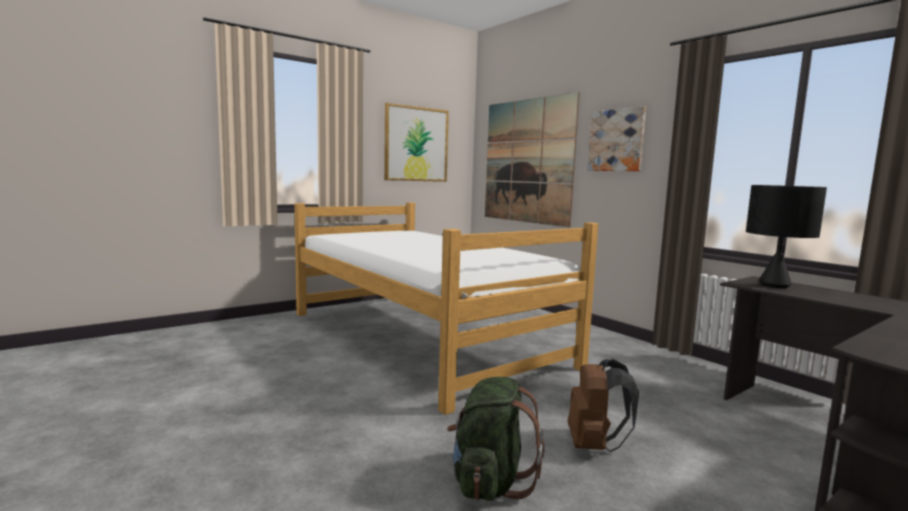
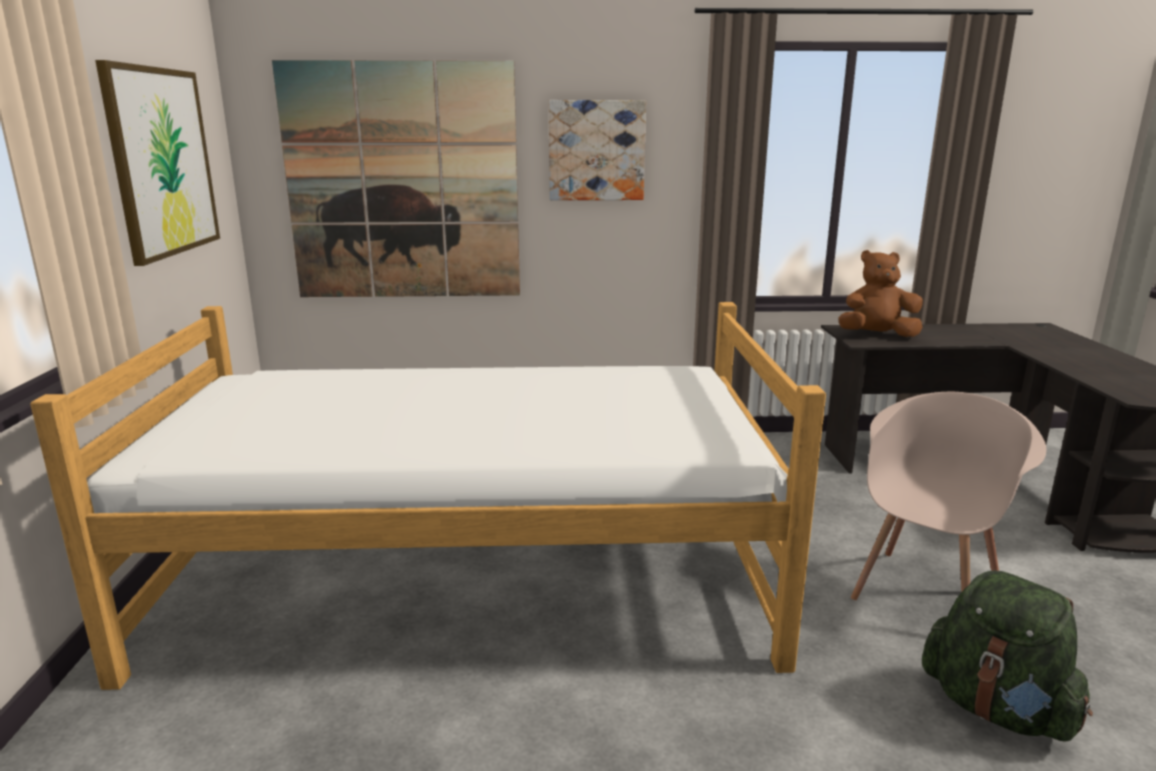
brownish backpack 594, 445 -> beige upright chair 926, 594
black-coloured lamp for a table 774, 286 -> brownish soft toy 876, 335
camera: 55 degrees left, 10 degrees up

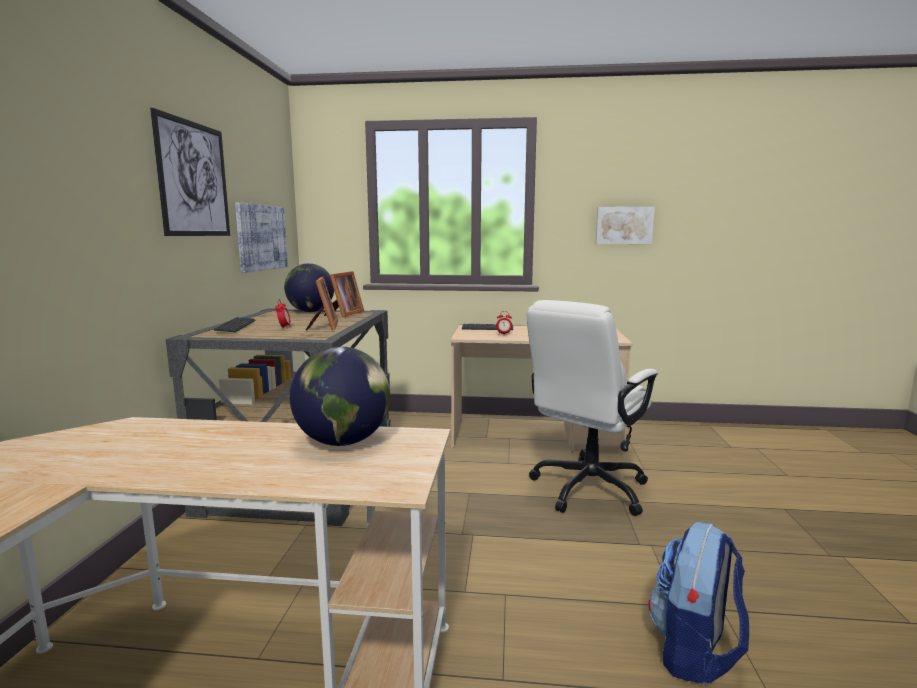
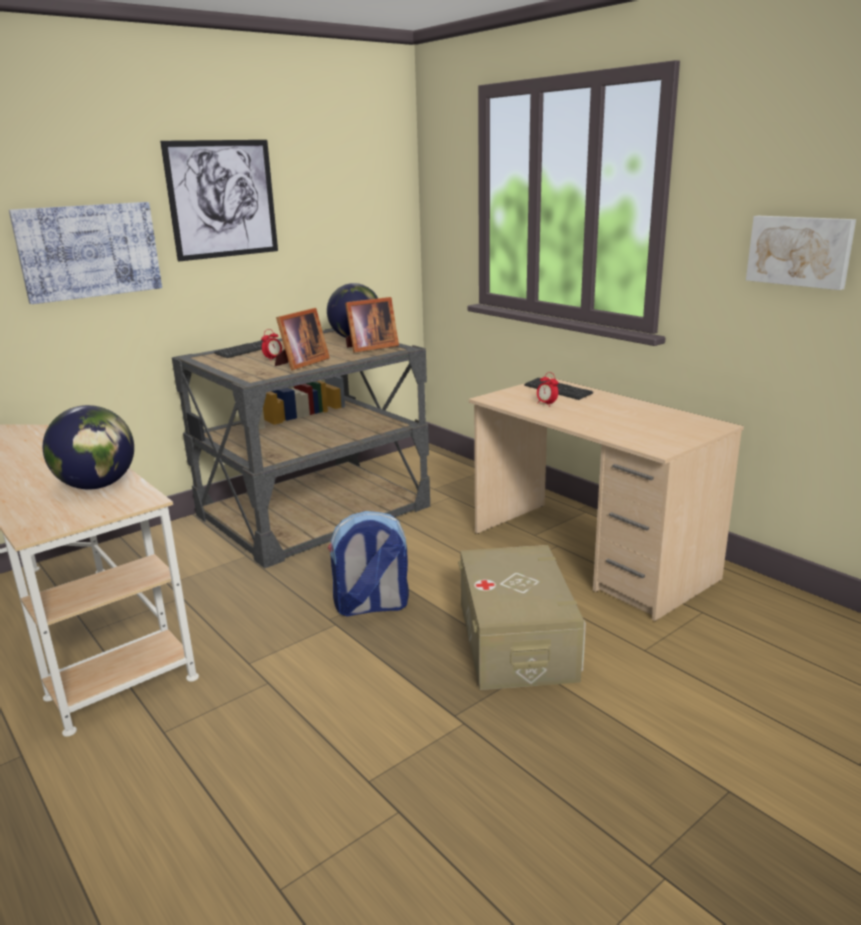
wall art 261, 237 -> wall art 89, 251, relocated
backpack 694, 652 -> backpack 371, 606, relocated
white office chair 586, 491 -> beige storage bin 515, 640
camera: 45 degrees right, 10 degrees up

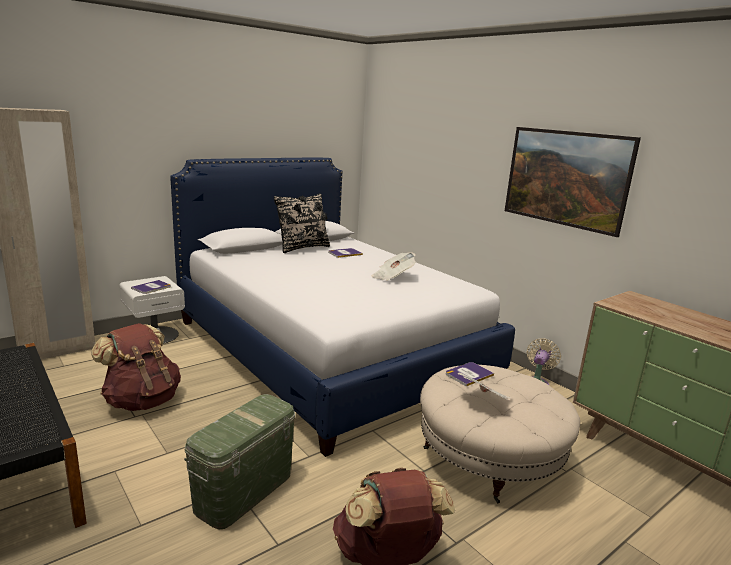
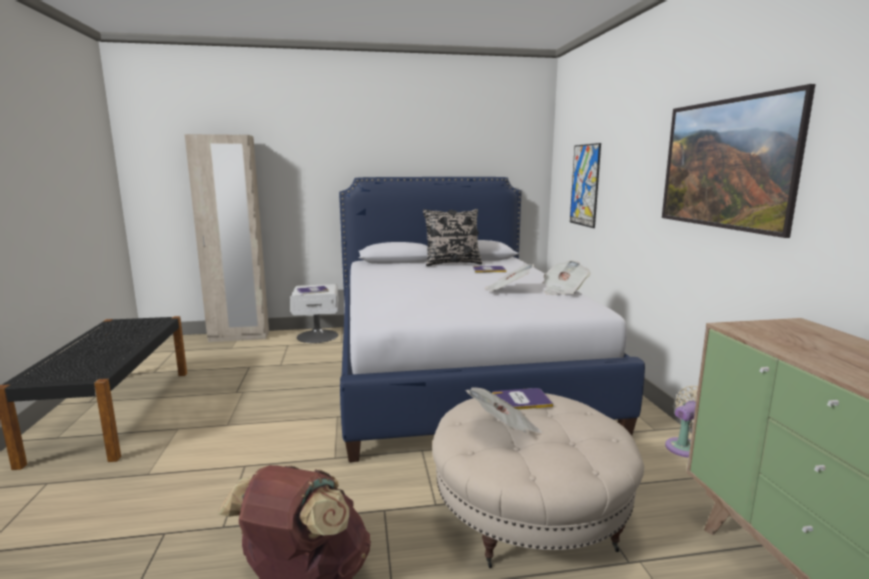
brownish backpack 142, 400 -> none
greenish storage bin 244, 491 -> none
none -> daily paper 563, 291
none -> wall art 585, 185
camera: 30 degrees right, 5 degrees down

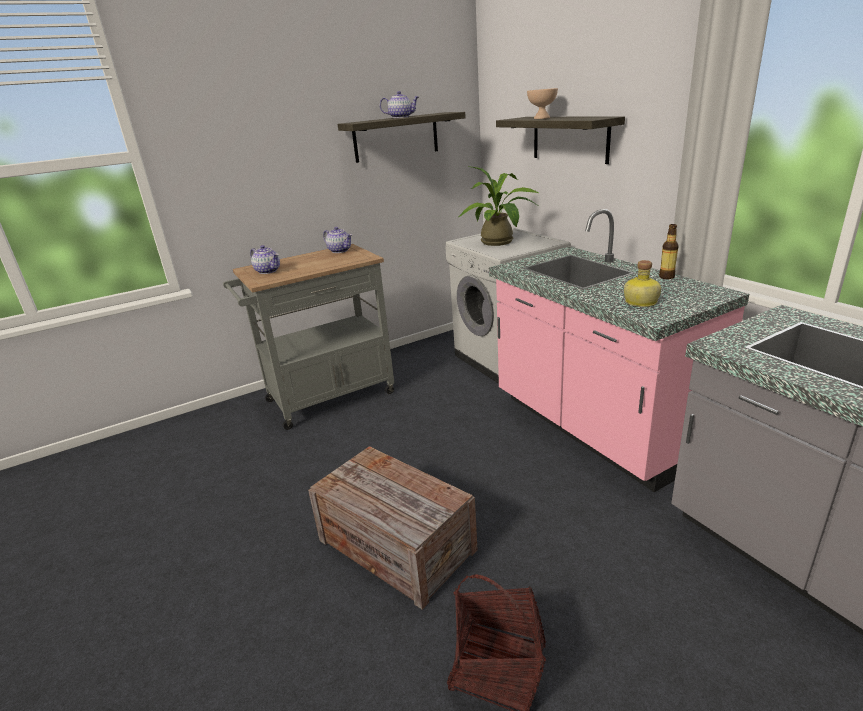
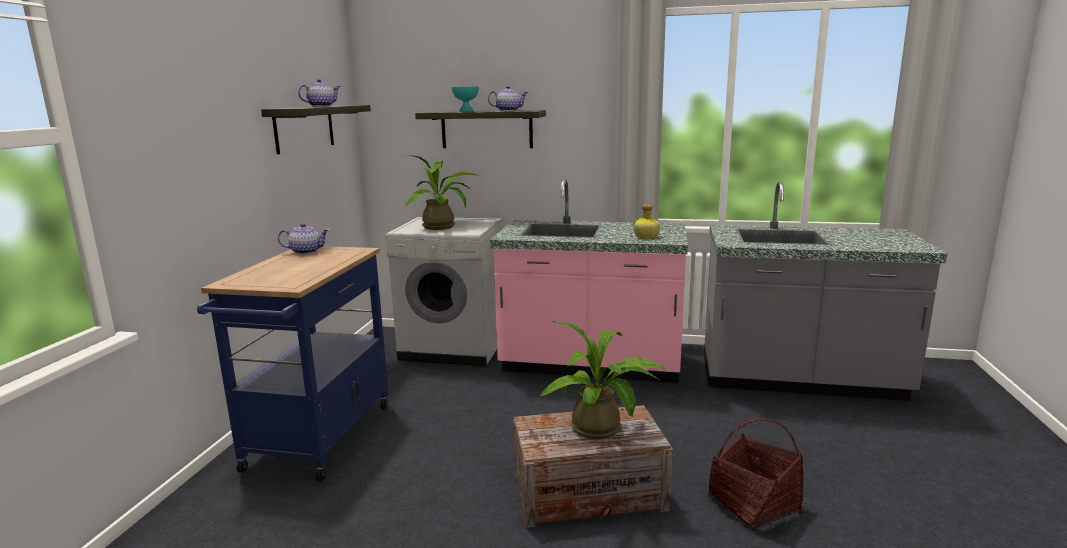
beverage bottle 666, 277 -> none
none -> potted plant 601, 430
teapot 268, 271 -> teapot 508, 110, relocated
greyish wheeled cart 326, 398 -> blue wheeled cart 317, 439
beige serving bowl 541, 118 -> blue-green serving bowl 465, 111
camera: 50 degrees left, 10 degrees down

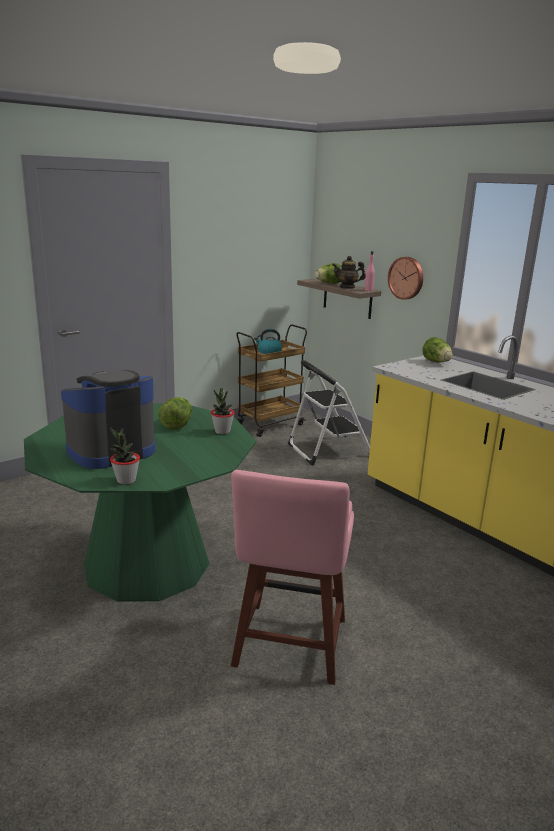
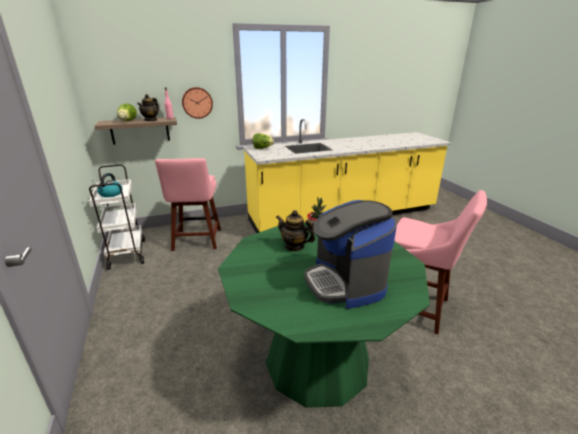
potted plant 126, 480 -> none
head of lettuce 177, 425 -> teapot 294, 246
step stool 327, 450 -> pink stool seat 196, 241
brownish wheeled cart 270, 425 -> white wheeled cart 127, 254
camera: 70 degrees left, 5 degrees up

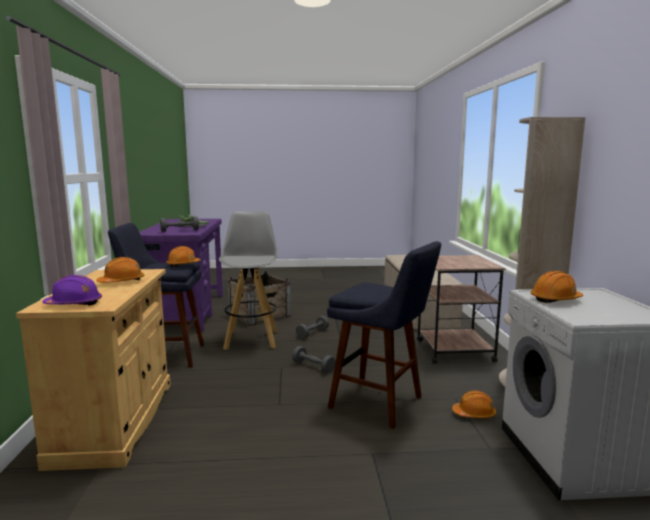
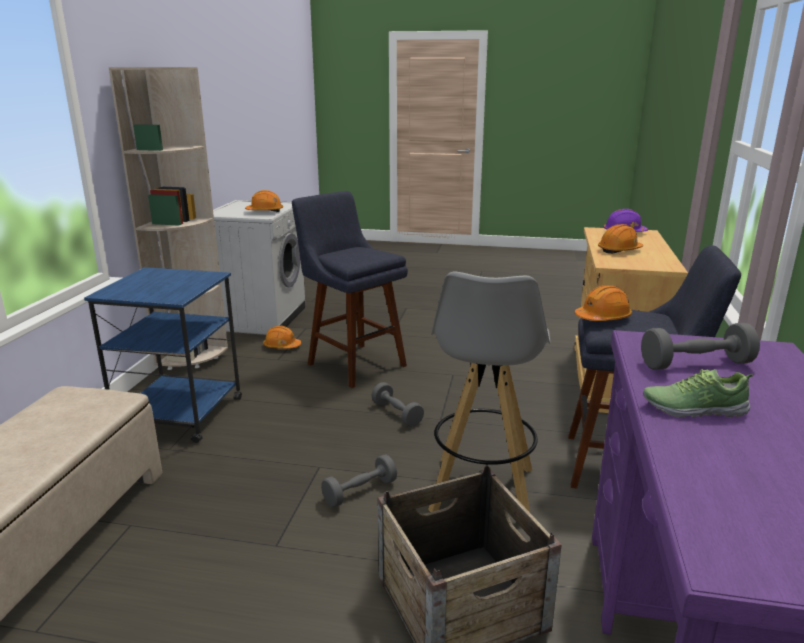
brownish wheeled cart 454, 351 -> blue wheeled cart 181, 413
camera: 165 degrees left, 10 degrees up

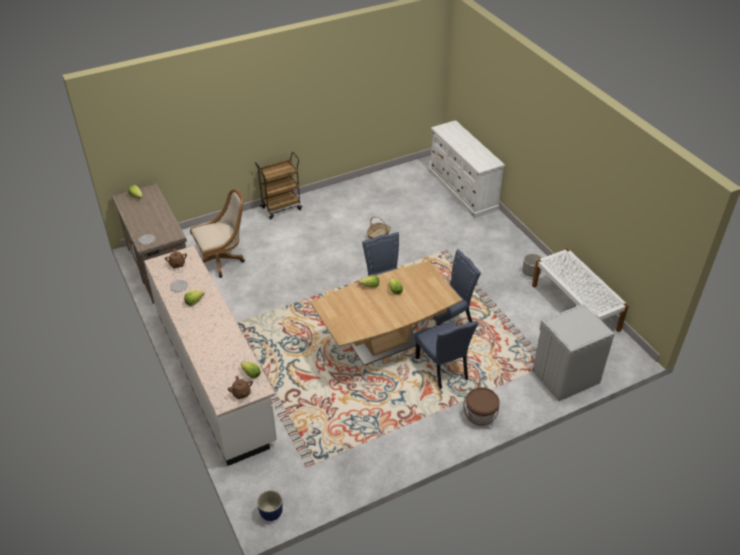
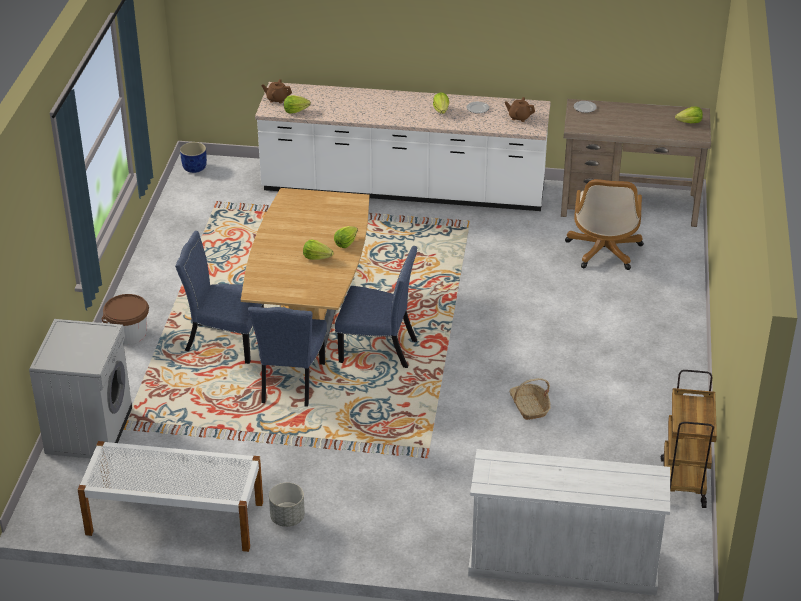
brownish wheeled cart 281, 208 -> brownish wheeled cart 682, 483, relocated
camera: 125 degrees right, 5 degrees down

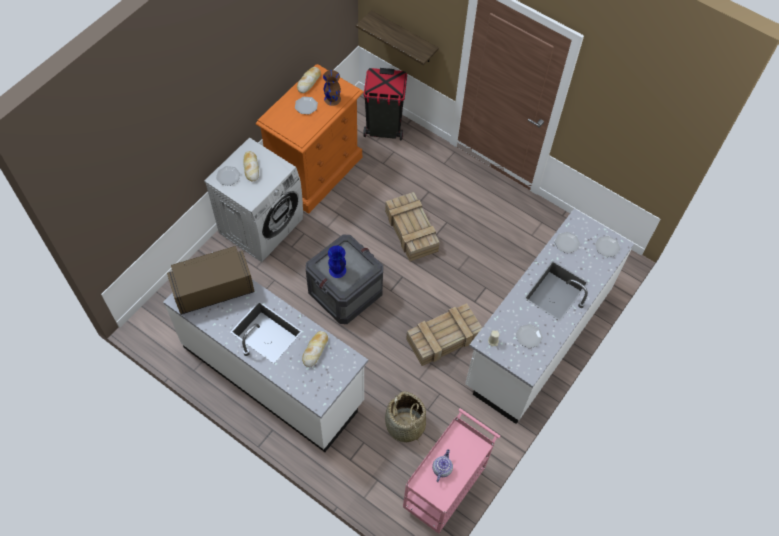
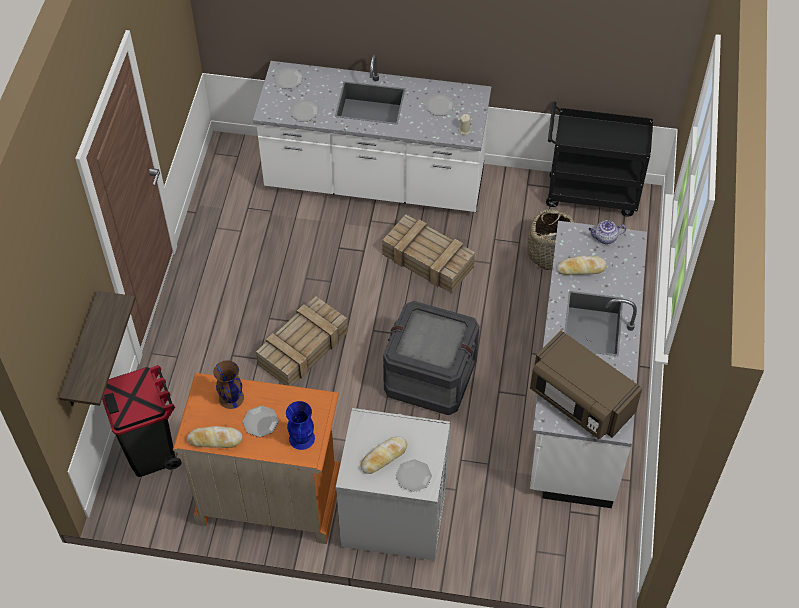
blue decorative vase 337, 270 -> blue decorative vase 302, 438, relocated
teapot 441, 468 -> teapot 605, 238, relocated
pink wheeled cart 445, 488 -> black-coloured wheeled cart 588, 197
camera: 115 degrees left, 5 degrees down

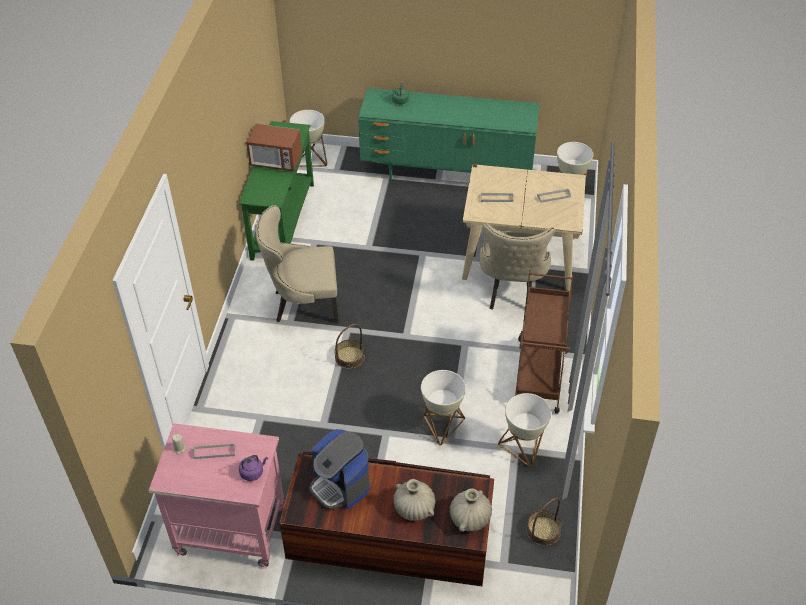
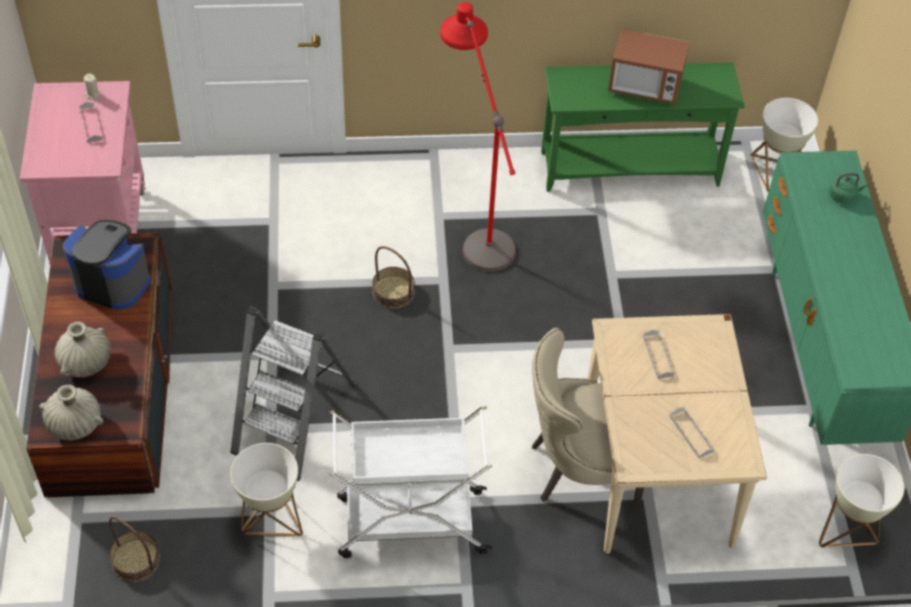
purplish tea kettle 253, 472 -> none
beige upright chair 303, 304 -> red-coloured standing lamp 476, 223
plant pot 442, 425 -> greyish step stool 296, 416
brownish wheeled cart 538, 376 -> white wheeled cart 410, 524
microwave 276, 161 -> microwave 644, 86, 75 degrees counterclockwise
coffee maker 340, 485 -> coffee maker 113, 282, 75 degrees clockwise
camera: 75 degrees right, 5 degrees up

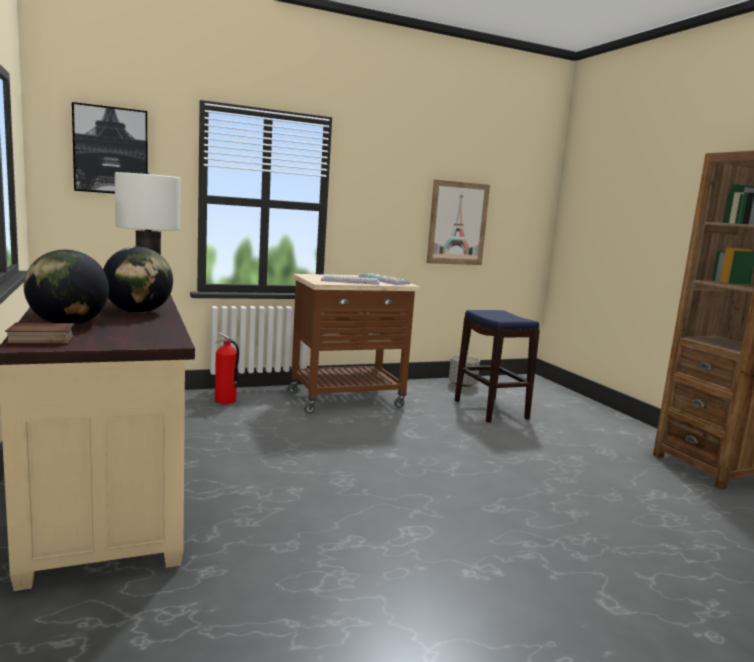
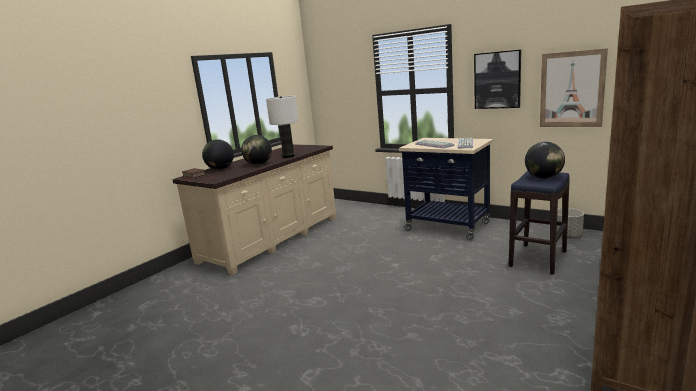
fire-fighting cylinder 225, 401 -> none
none -> globe 543, 178
wall art 111, 150 -> wall art 497, 80, relocated
brownish wheeled cart 346, 399 -> blue wheeled cart 448, 227
camera: 60 degrees right, 5 degrees up

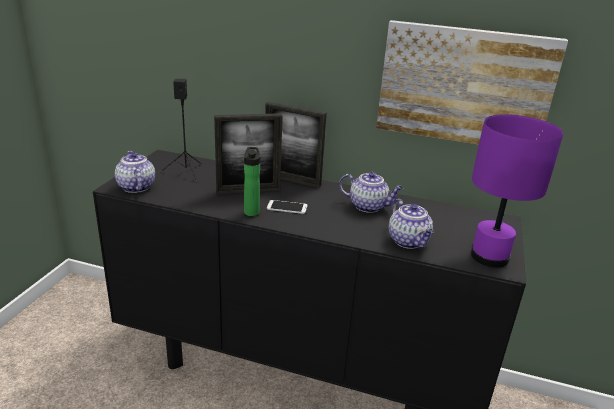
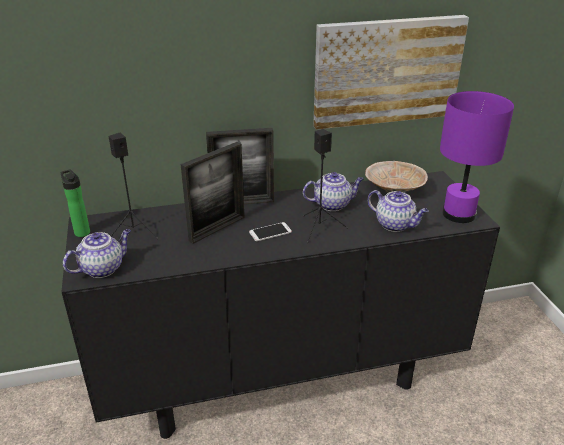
none -> black-coloured speaker 320, 228
none -> beige serving bowl 393, 189
beverage bottle 251, 211 -> beverage bottle 81, 231, relocated
teapot 135, 187 -> teapot 103, 268, 105 degrees clockwise
camera: 30 degrees left, 5 degrees up

